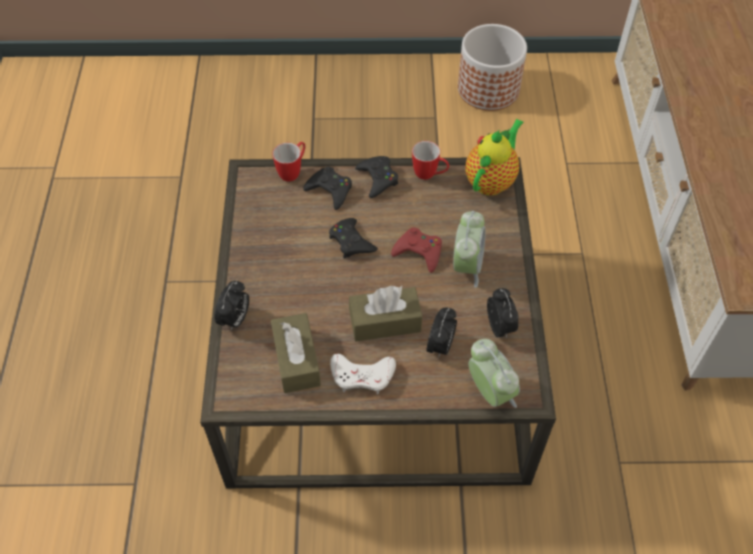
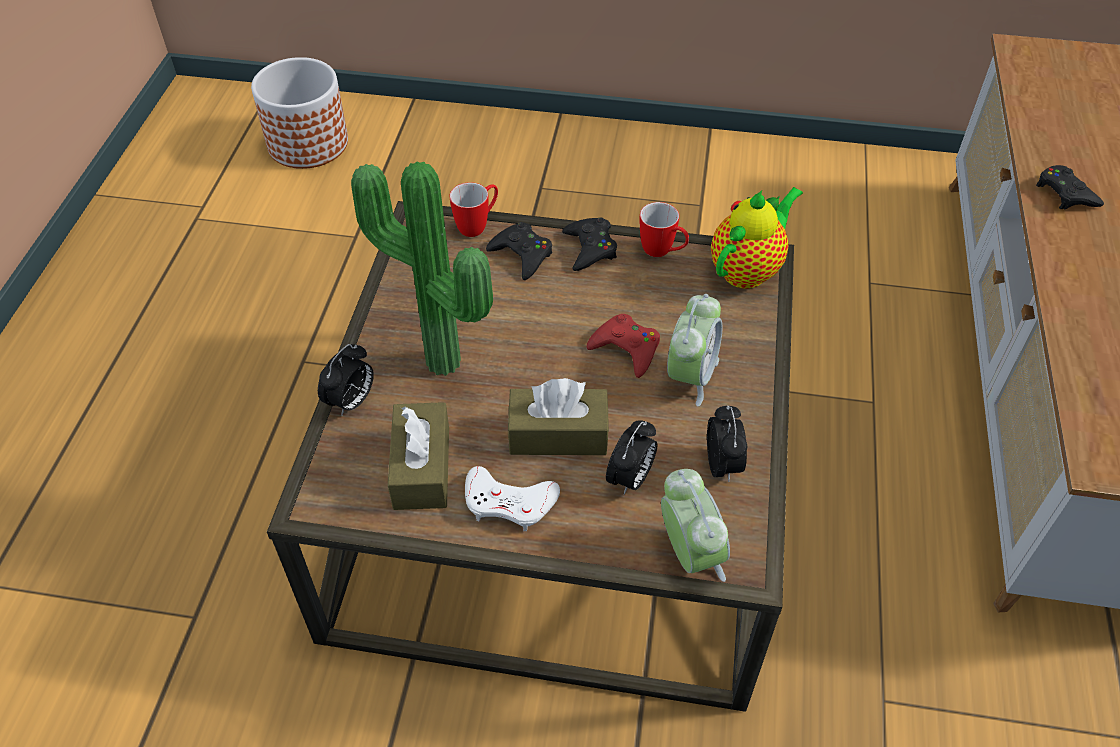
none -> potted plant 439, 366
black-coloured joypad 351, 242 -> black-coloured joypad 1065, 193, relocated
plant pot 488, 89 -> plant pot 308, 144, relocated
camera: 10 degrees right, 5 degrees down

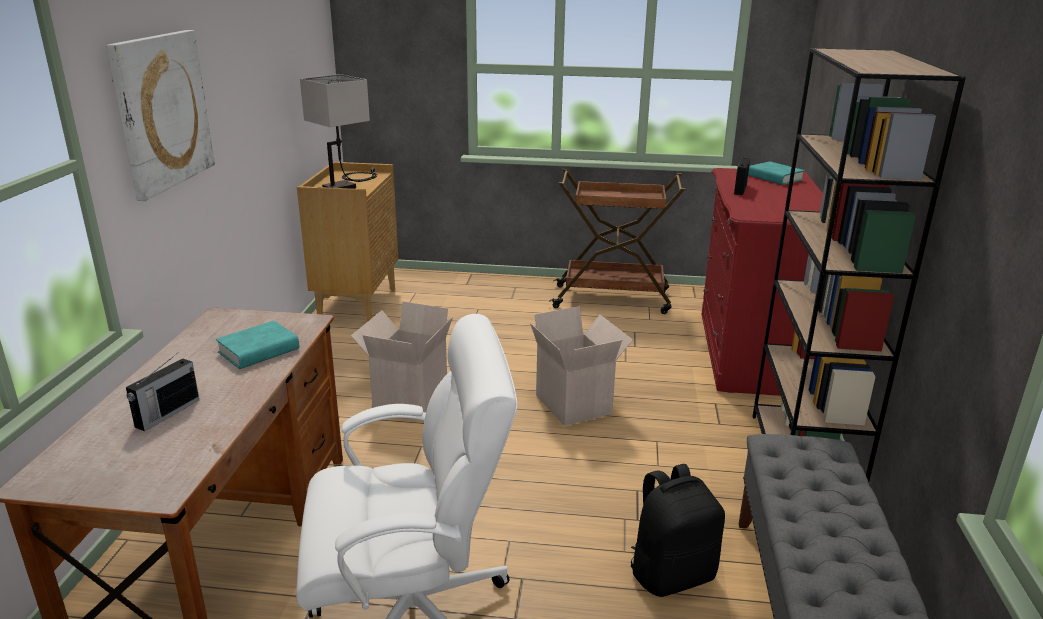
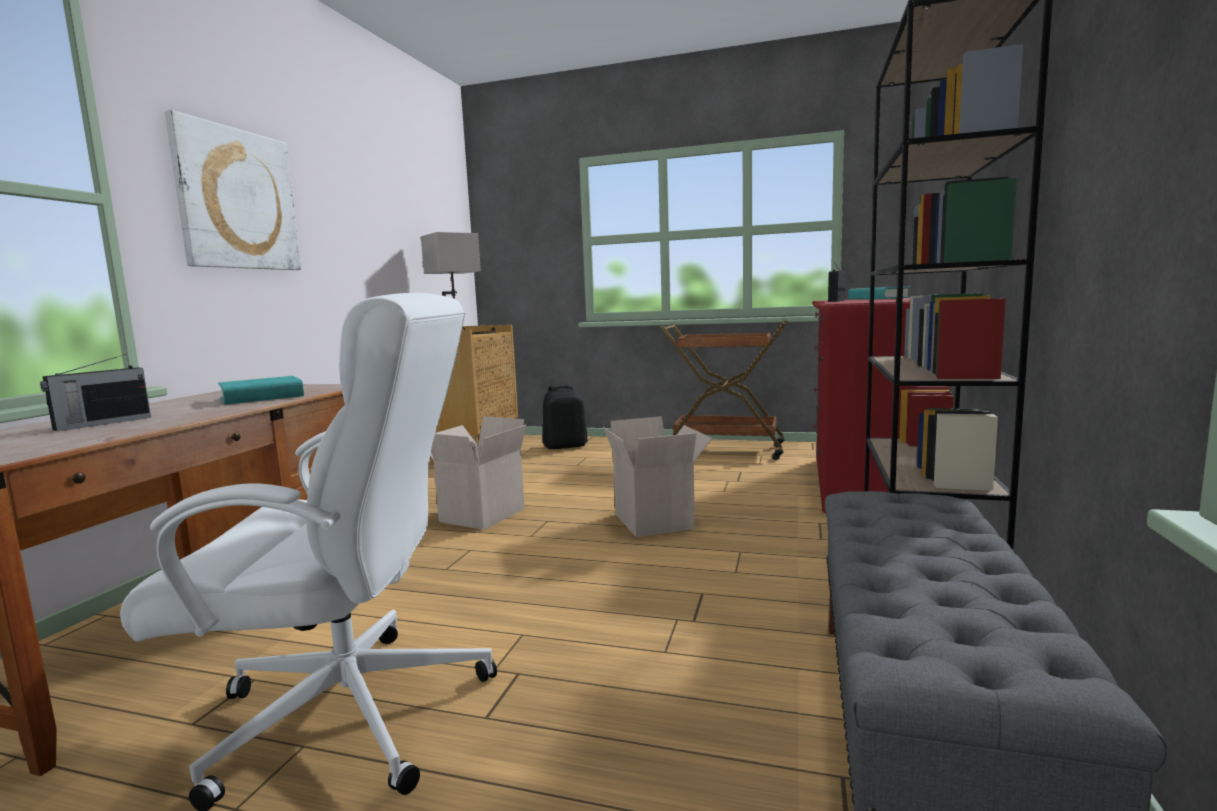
black-coloured backpack 671, 574 -> black-coloured backpack 565, 446, relocated
camera: 10 degrees right, 15 degrees down

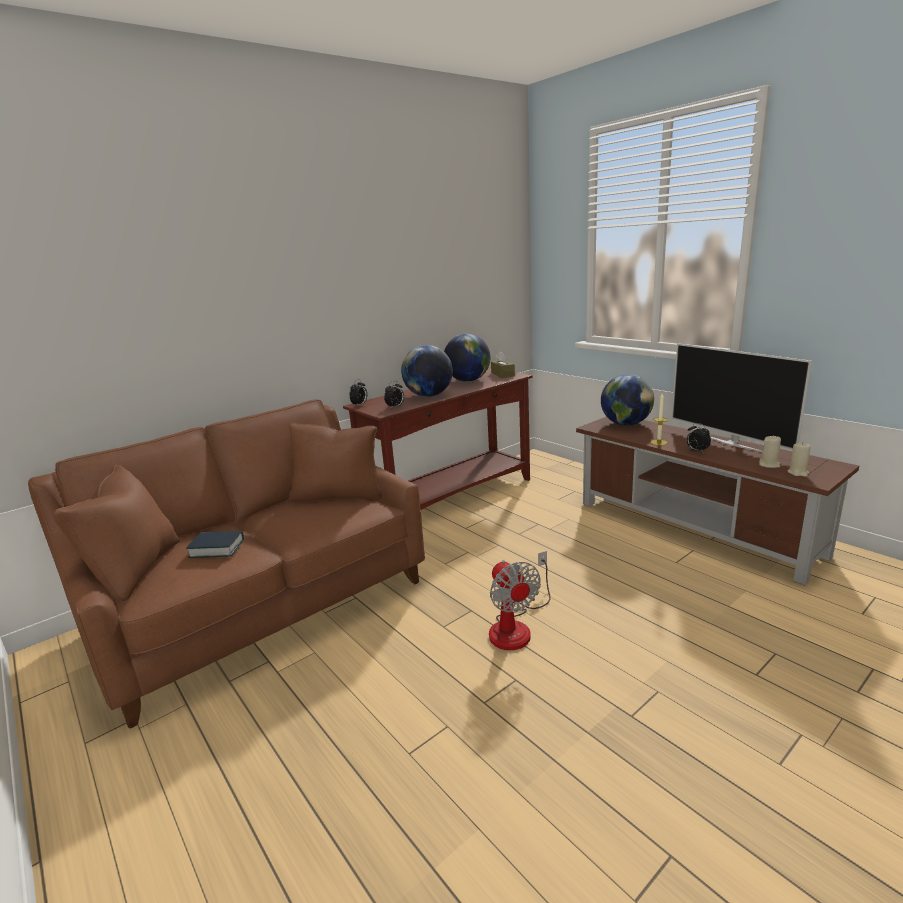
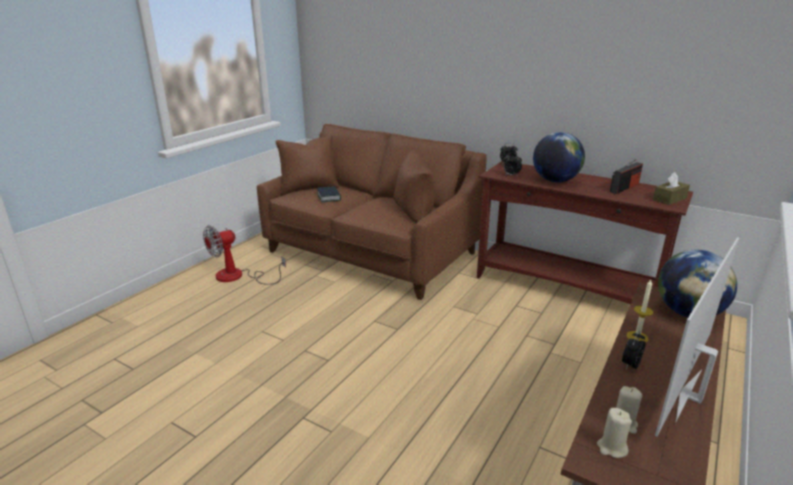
fan 516, 626 -> fan 238, 277, relocated
globe 468, 380 -> radio 624, 188
camera: 70 degrees right, 5 degrees up

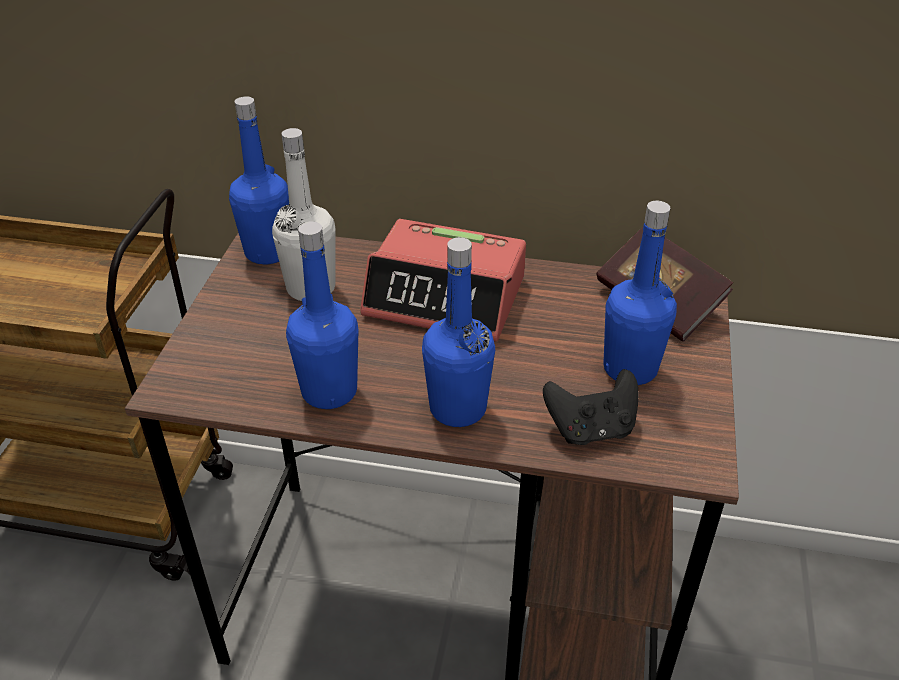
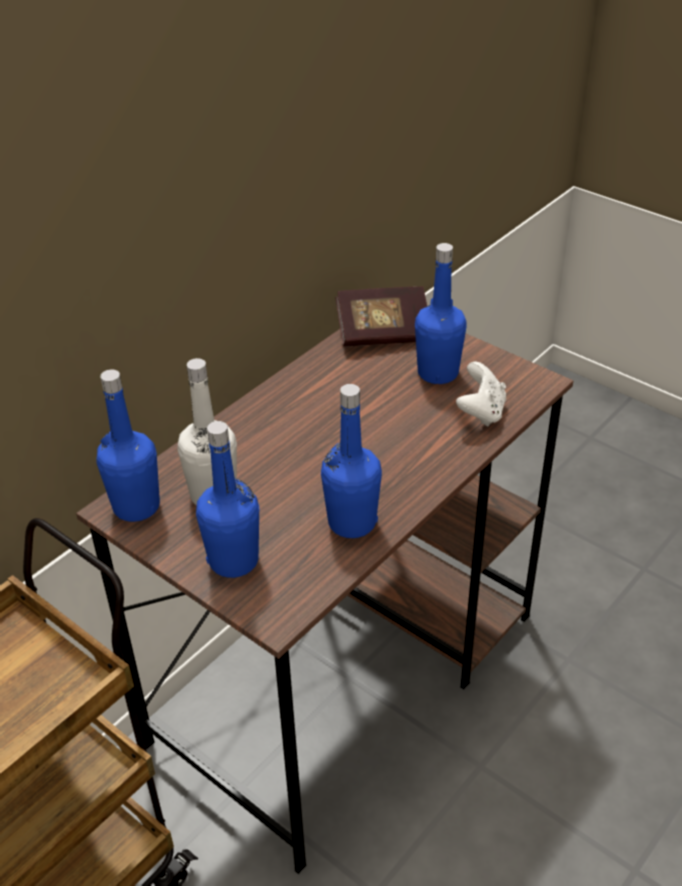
alarm clock 446, 296 -> none
blue beverage bottle 458, 408 -> blue beverage bottle 233, 560, relocated
black-coloured joypad 591, 429 -> white joypad 481, 412
camera: 60 degrees left, 0 degrees up

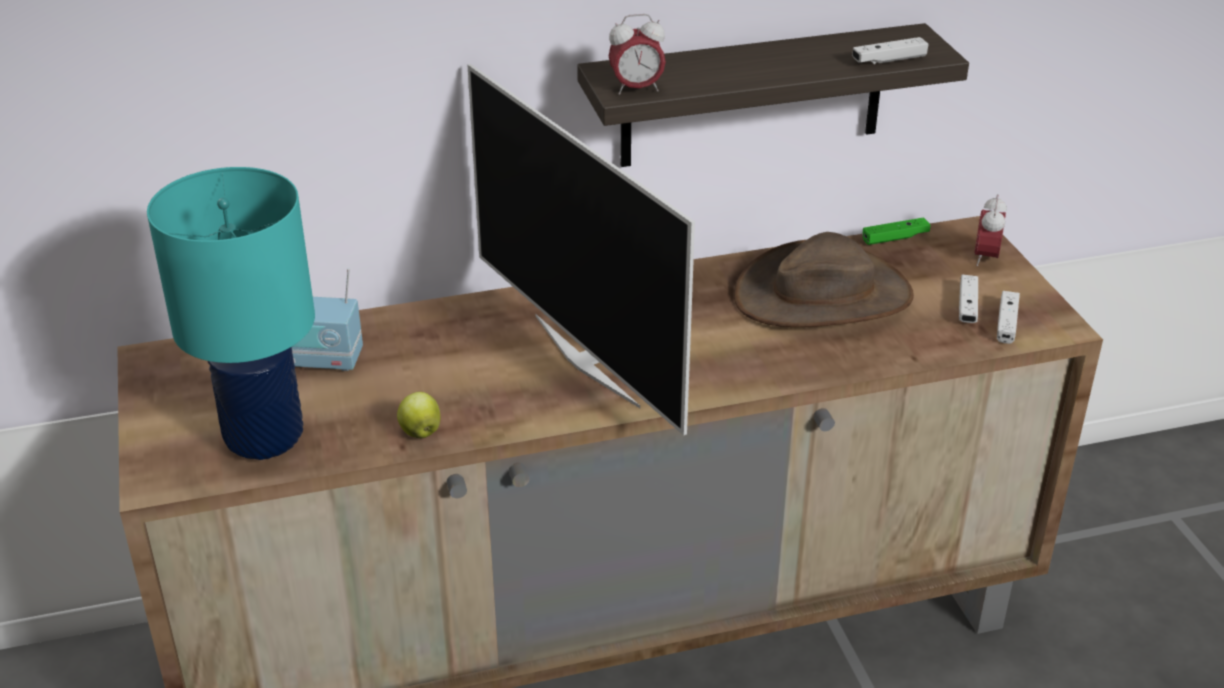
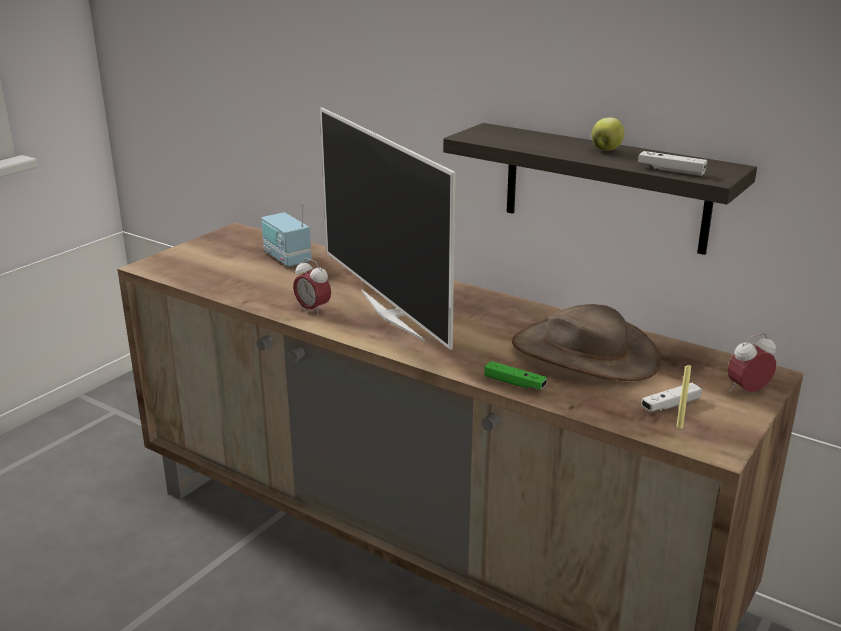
blue-green lamp for a table 264, 442 -> none
apple 420, 432 -> apple 606, 150, relocated
alarm clock 636, 89 -> alarm clock 313, 310, relocated
greenish joypad 895, 238 -> greenish joypad 514, 383, relocated
white joypad 1006, 323 -> yellowish wax candle 679, 427
television 588, 359 -> television 393, 314, 45 degrees counterclockwise
camera: 50 degrees right, 10 degrees down

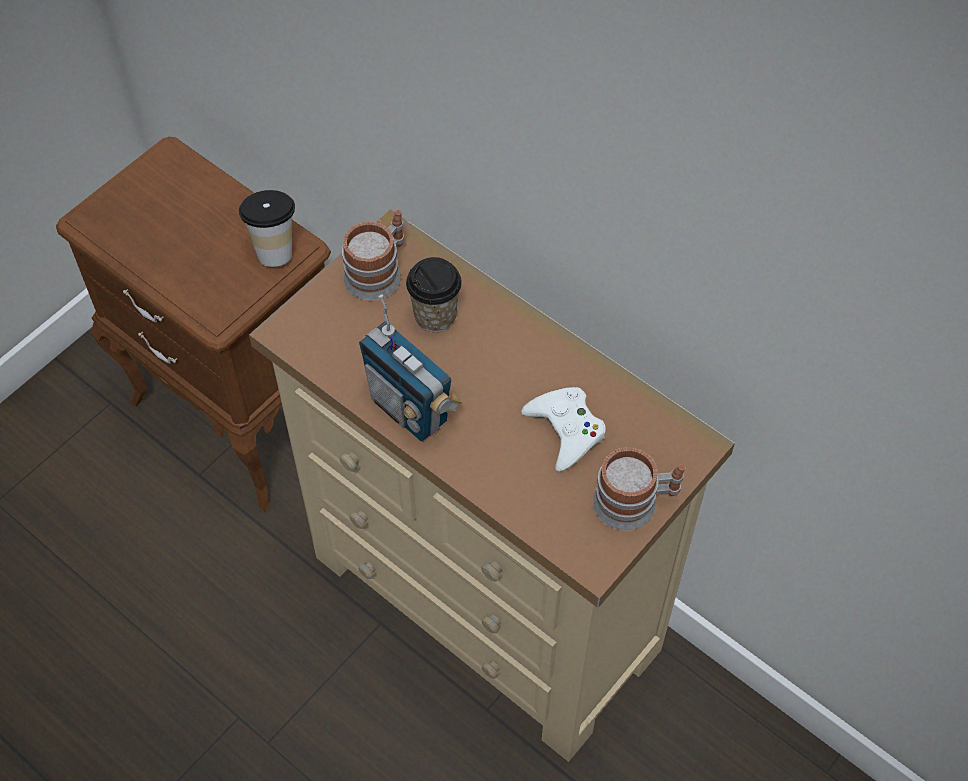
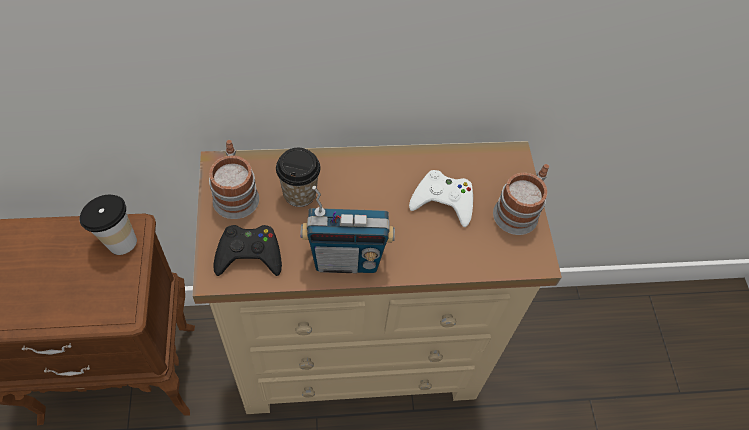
none -> black-coloured joypad 249, 254
camera: 50 degrees left, 0 degrees up

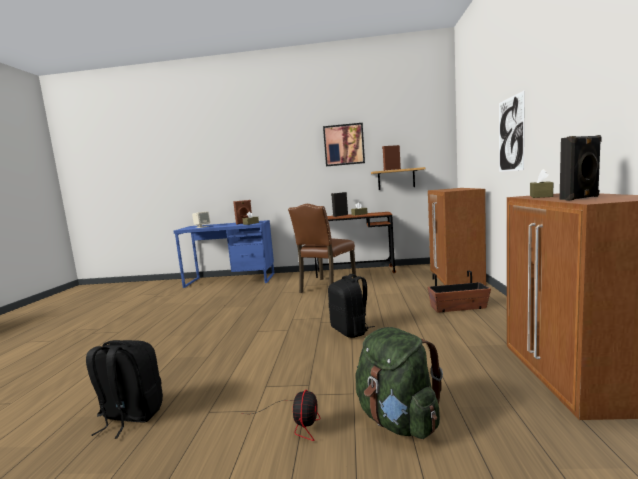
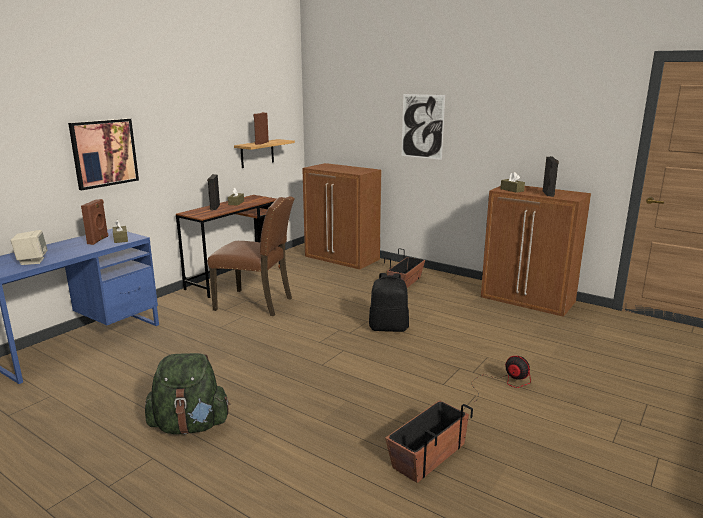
wall art 344, 145 -> wall art 104, 153, relocated
greenish backpack 397, 420 -> greenish backpack 190, 426, relocated
black-coloured backpack 130, 416 -> plant pot 428, 455
brownish upright chair 326, 287 -> brownish upright chair 256, 303, 45 degrees counterclockwise
camera: 60 degrees left, 10 degrees up

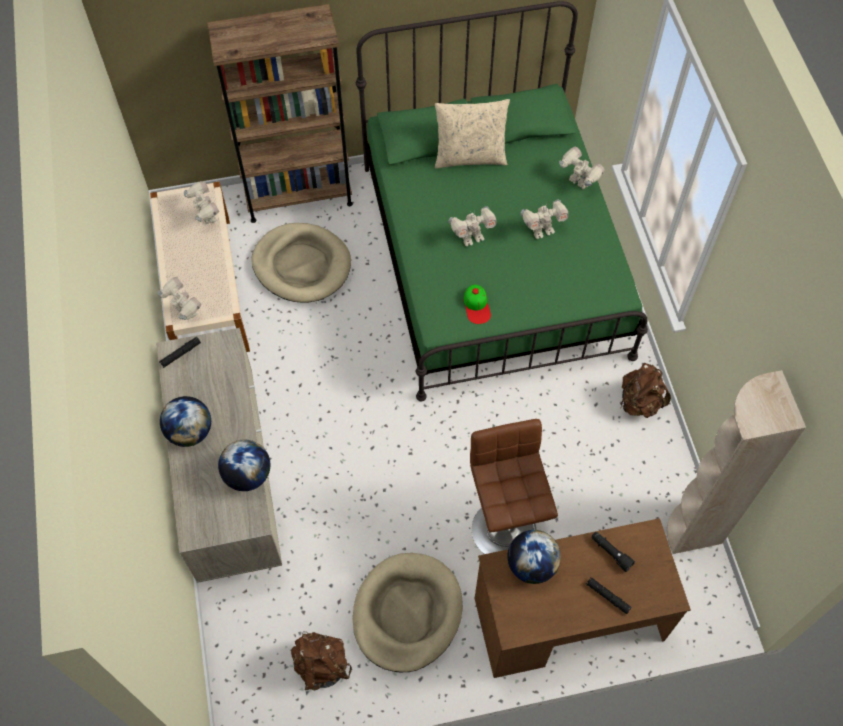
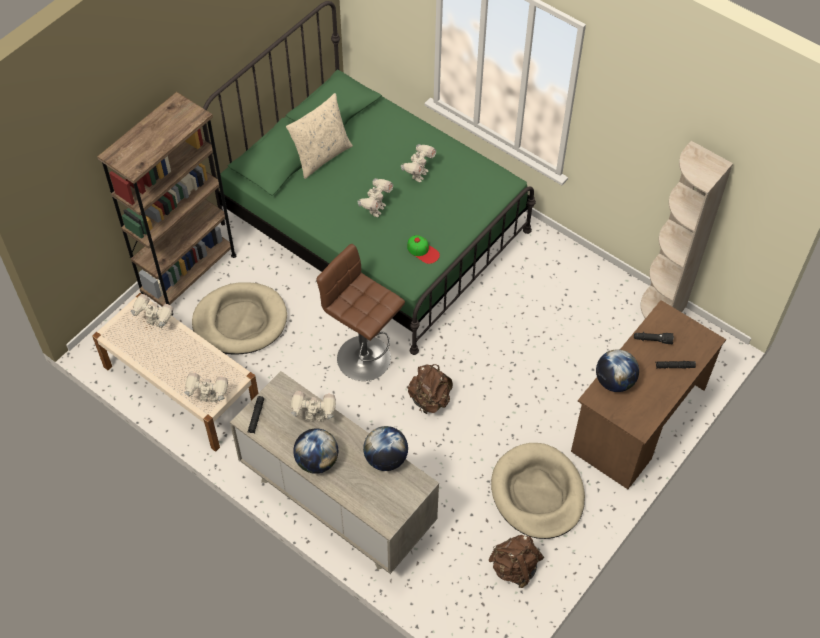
brownish stool seat 504, 529 -> brownish stool seat 363, 357, relocated
toy robot 578, 183 -> toy robot 314, 418, relocated
brownish backpack 639, 402 -> brownish backpack 429, 400, relocated
camera: 40 degrees left, 5 degrees down

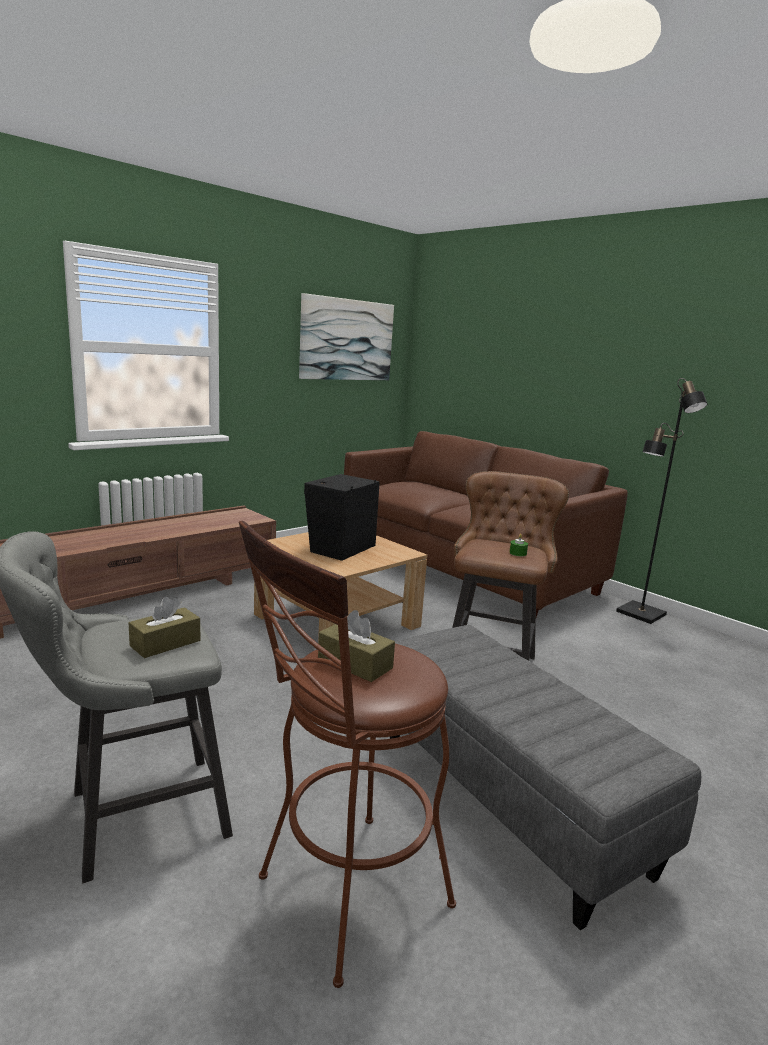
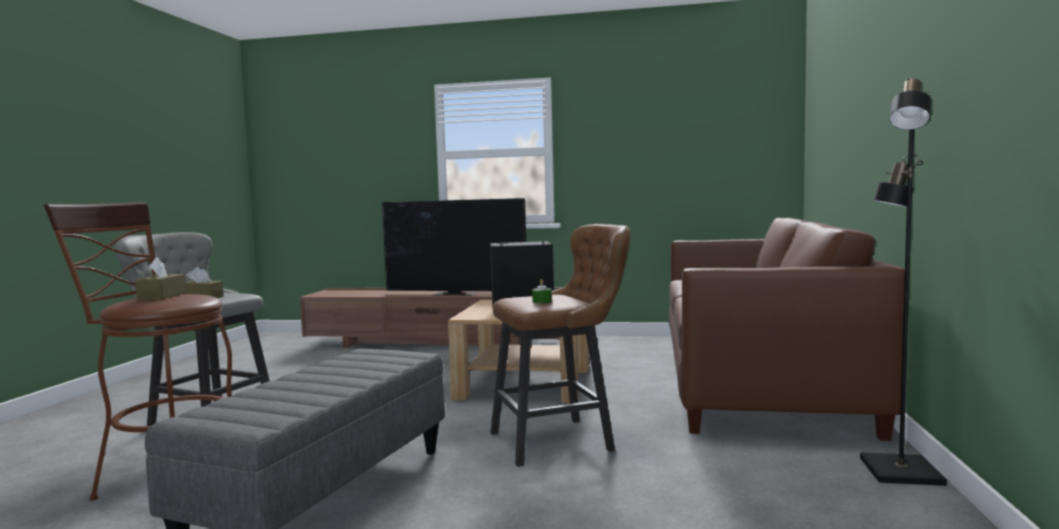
wall art 347, 340 -> none
none -> television 455, 293
camera: 55 degrees right, 10 degrees down

